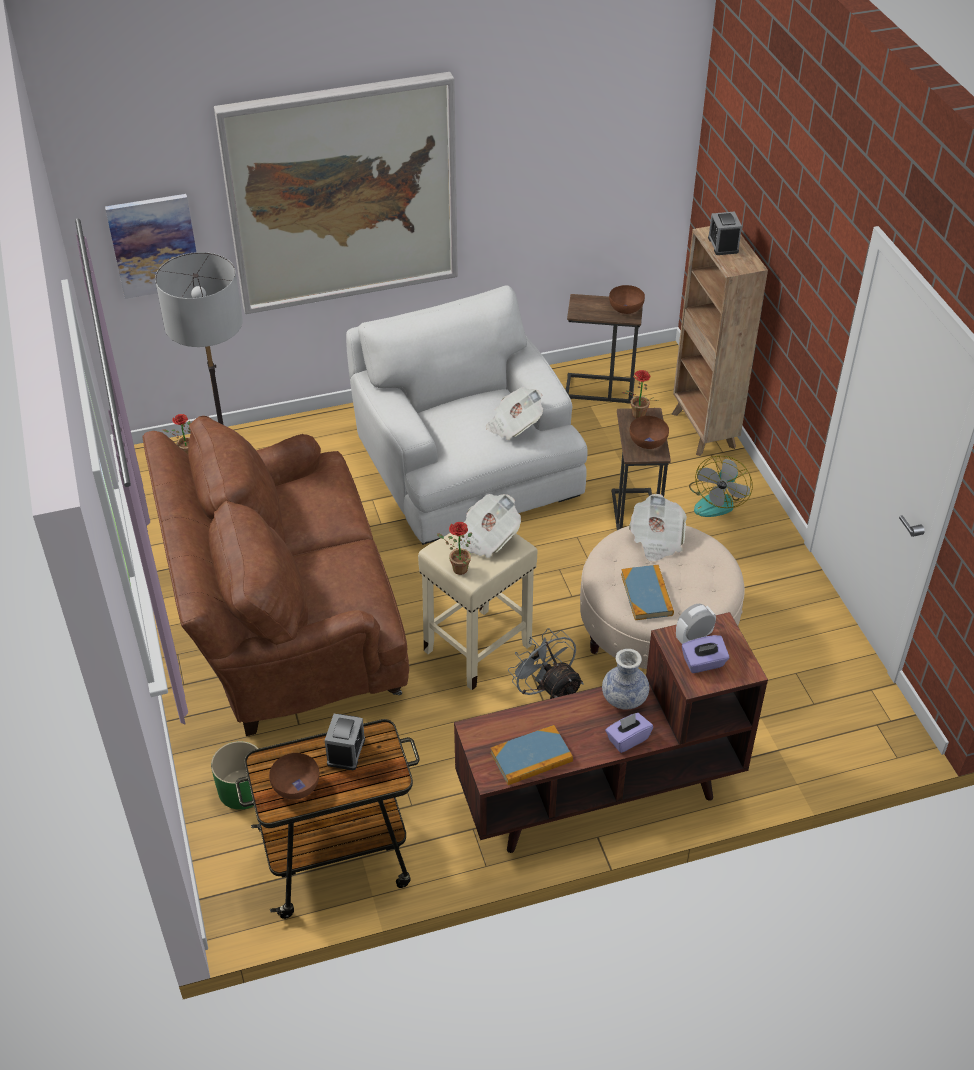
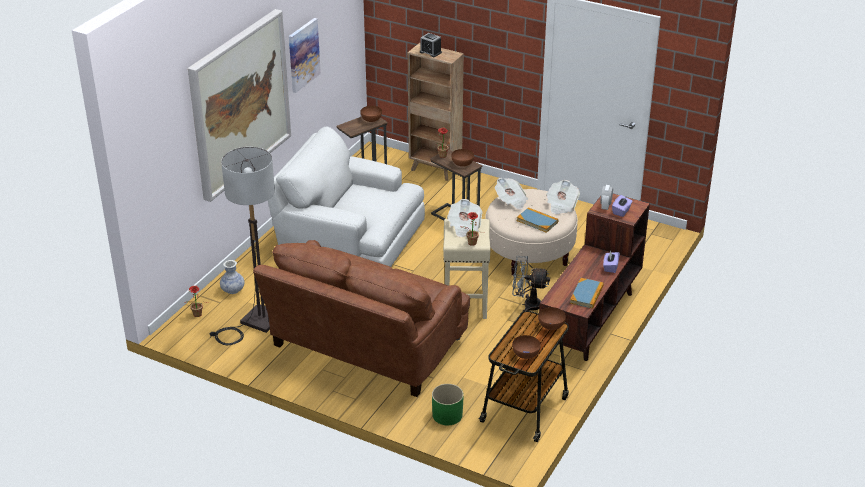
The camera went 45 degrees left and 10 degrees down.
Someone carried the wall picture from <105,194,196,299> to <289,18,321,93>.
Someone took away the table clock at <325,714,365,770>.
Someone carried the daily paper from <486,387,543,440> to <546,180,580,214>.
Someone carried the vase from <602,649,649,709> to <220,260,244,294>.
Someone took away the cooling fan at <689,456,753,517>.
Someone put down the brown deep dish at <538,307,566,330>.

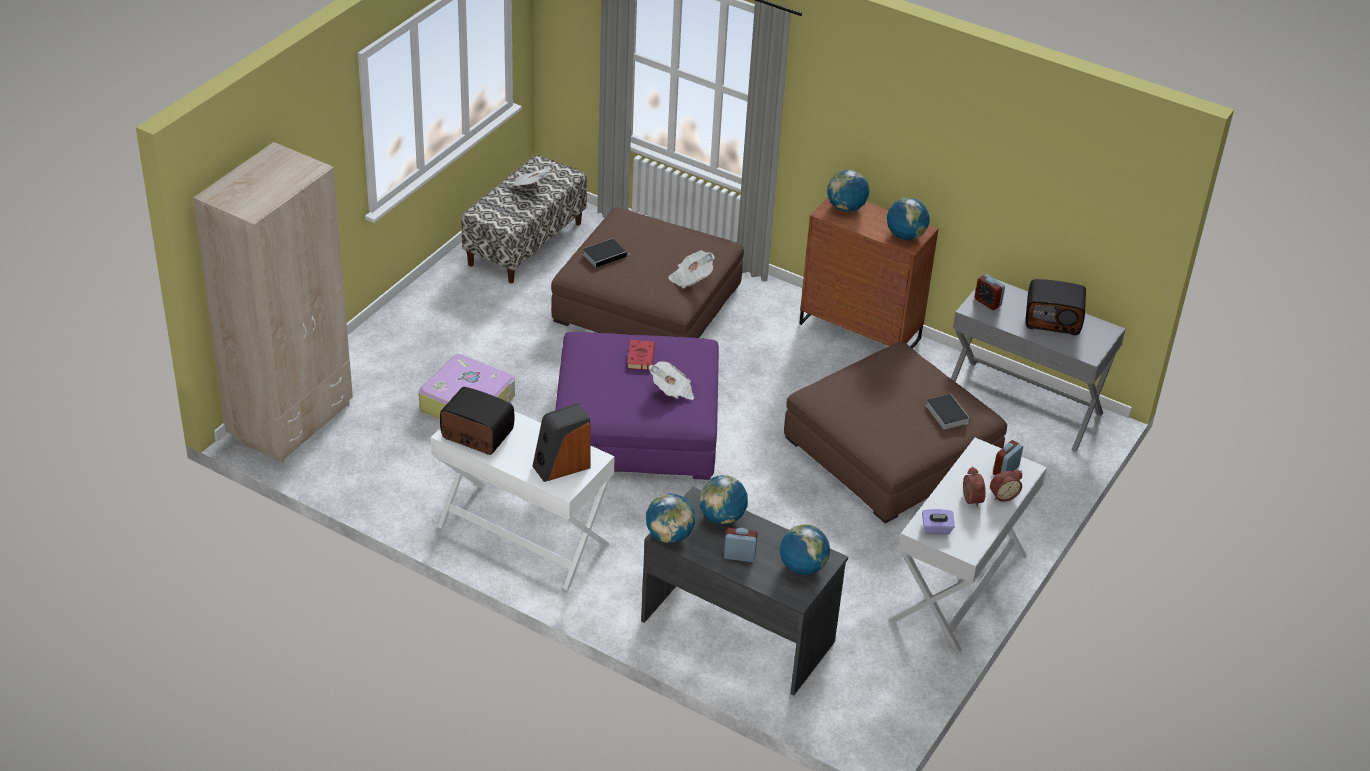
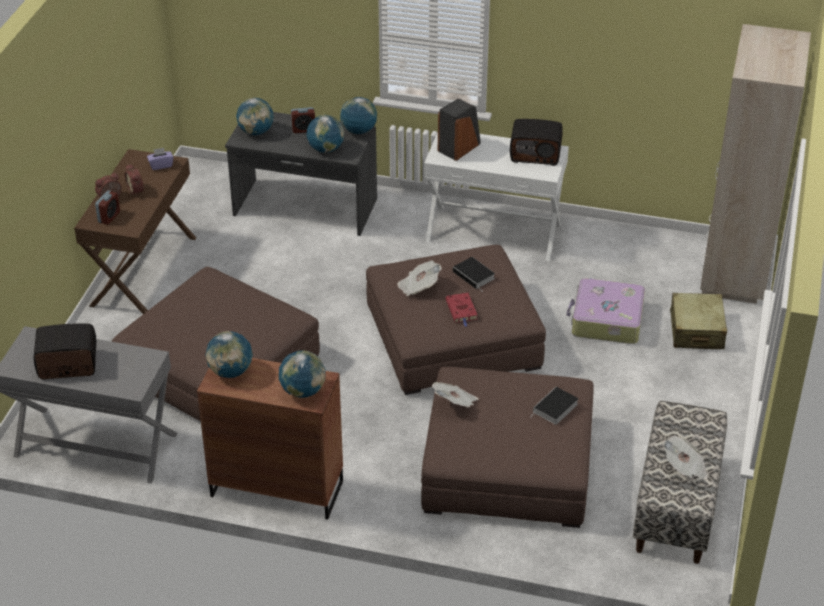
The camera went 165 degrees right and 0 degrees up.
Someone repainted the purple footrest at <555,332,719,480>, which became the brown footrest at <366,245,546,395>.
Someone repainted the white narrow table at <888,438,1047,653>, which became the brown narrow table at <74,149,196,314>.
Someone carried the book from <926,394,970,430> to <453,257,495,291>.
Someone took away the table clock at <975,274,1005,310>.
Someone put down the sand-coloured suitcase at <670,293,727,349>.

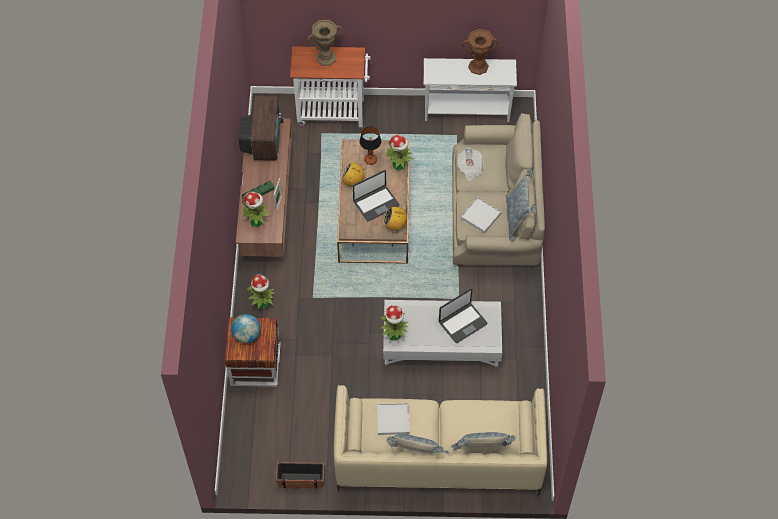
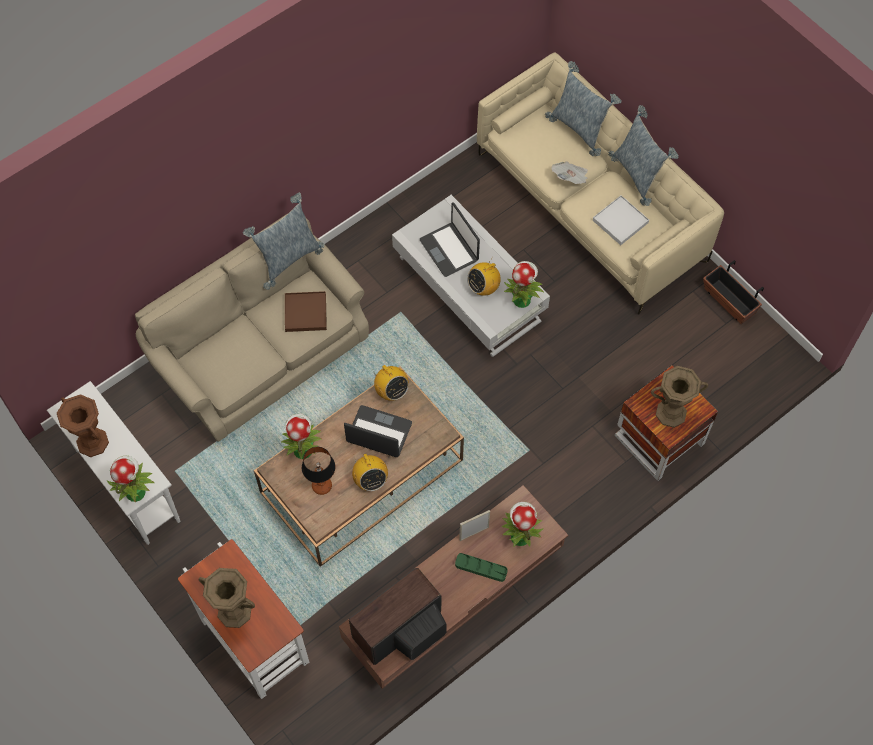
The camera went 130 degrees left and 5 degrees up.
Someone swapped the desk globe at <231,314,260,343> for the brown vase at <651,366,708,428>.
Someone carried the houseplant from <247,274,275,309> to <106,456,155,503>.
Someone rotated the portable computer at <439,289,488,343> by 135 degrees counterclockwise.
Someone carried the daily paper from <457,147,484,181> to <551,161,588,184>.
Someone repainted the white carrying tray at <461,197,501,233>, which became the brown carrying tray at <285,291,327,332>.
Someone put down the radio at <467,257,501,296>.

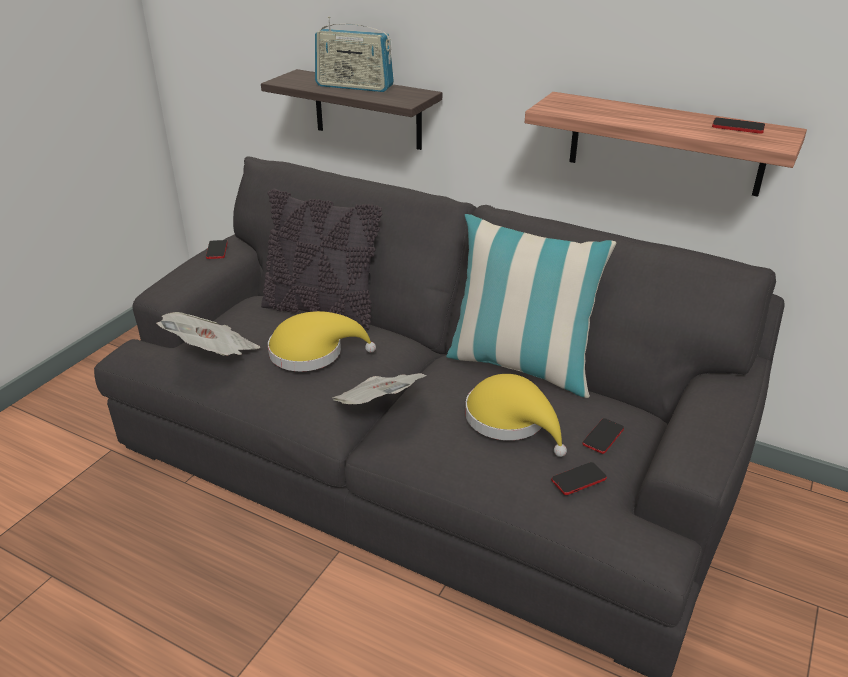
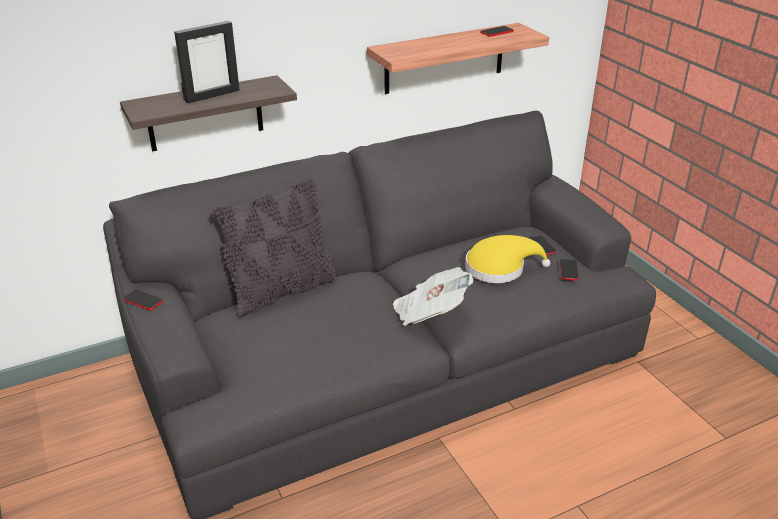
The camera went 55 degrees left and 0 degrees up.
Someone took away the daily paper at <156,312,260,356>.
Someone took away the yellow-coloured clothing hat at <268,311,376,371>.
Someone swapped the radio at <315,16,394,92> for the standing frame at <174,21,240,103>.
Someone took away the throw pillow at <446,214,617,398>.

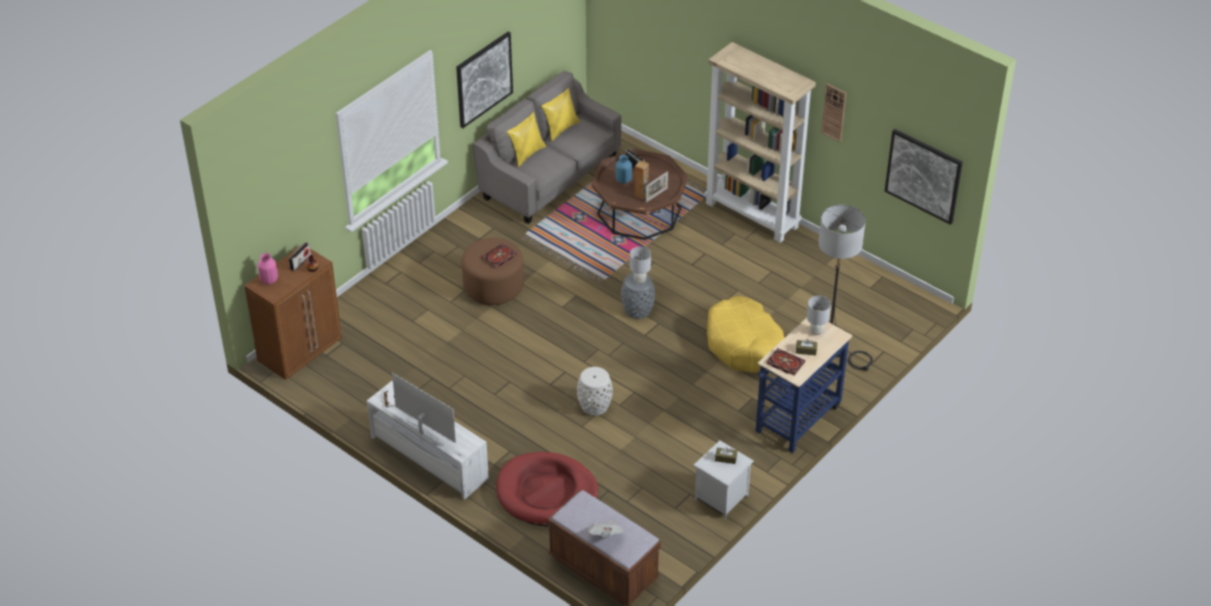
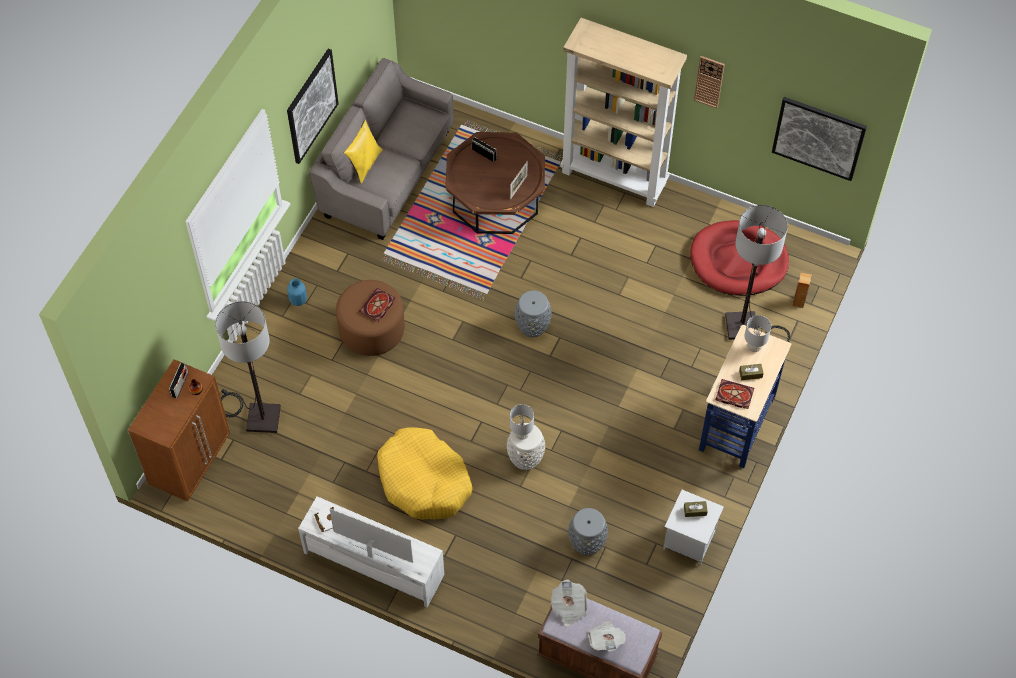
The camera went 15 degrees left and 15 degrees up.
Someone took away the pinkish vase at <258,253,278,284>.
Someone carried the reddish dog cushion from <496,452,598,527> to <690,220,789,296>.
Someone took away the yellow-coloured throw pillow at <541,87,580,141>.
Someone carried the blue-coloured vase from <616,155,632,184> to <287,278,307,306>.
Someone carried the grey table lamp from <630,246,651,284> to <510,404,534,440>.
Someone carried the brown loudspeaker from <634,161,649,199> to <792,273,811,308>.
Someone carried the yellow-coloured dog cushion from <707,296,785,373> to <377,427,473,520>.
Someone put down the standard lamp at <215,301,281,433>.
Someone put down the daily paper at <550,580,587,627>.
Someone put down the grey stool seat at <568,508,608,555>.

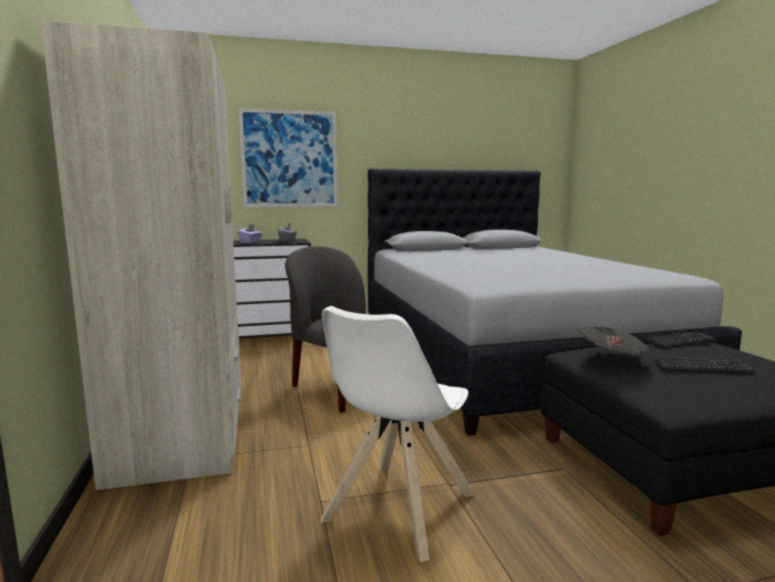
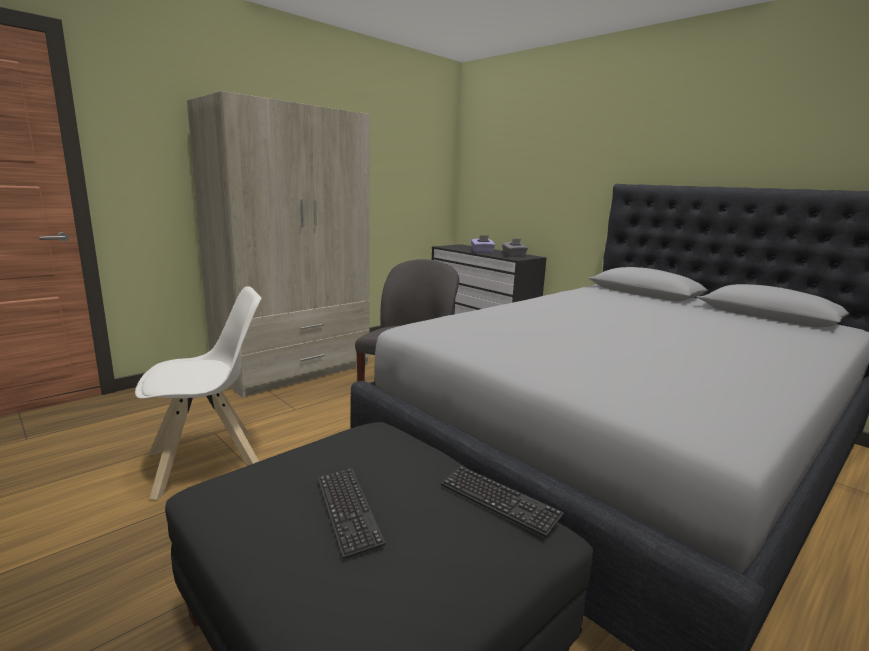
The camera went 60 degrees right and 5 degrees up.
Someone took away the wall picture at <239,108,338,207>.
Someone rotated the white upright chair at <321,306,475,562> by 150 degrees clockwise.
Someone took away the daily paper at <575,327,650,354>.

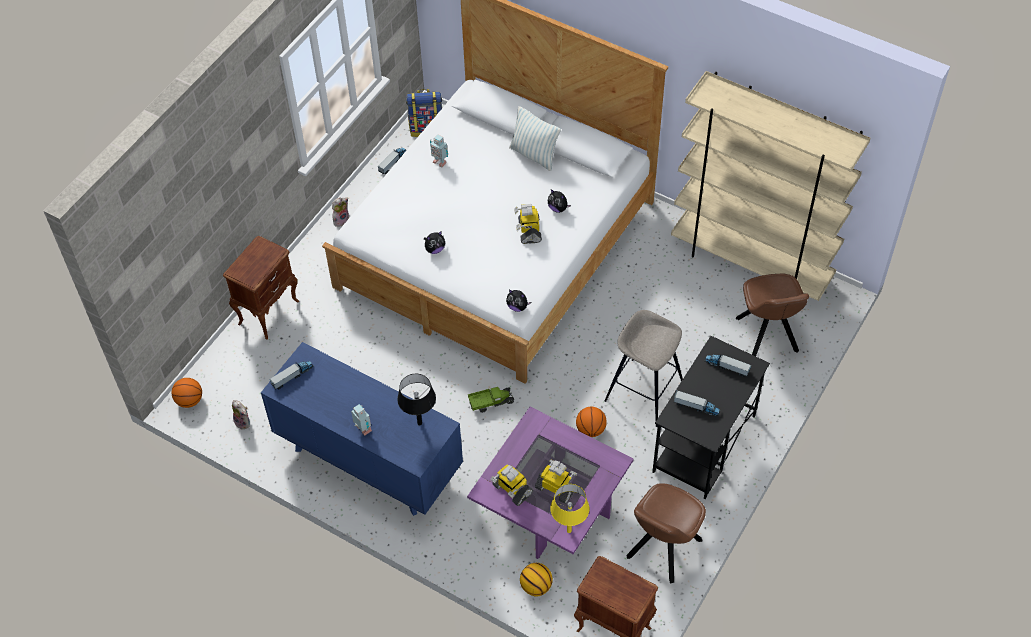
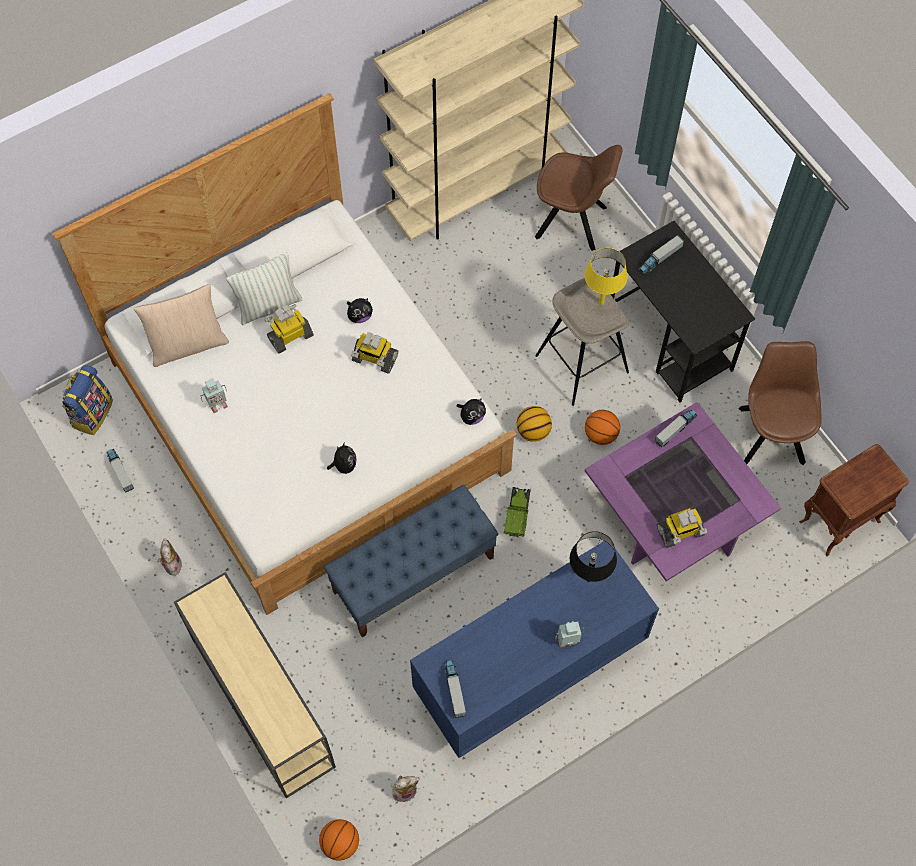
The camera went 65 degrees left and 10 degrees up.
Someone swapped the brown nightstand at <223,236,299,340> for the sand-coloured narrow table at <174,572,336,798>.
Someone carried the ball for basketball from <520,563,553,597> to <517,406,552,442>.
Someone carried the model robot from <535,460,577,504> to <265,304,314,354>.
Someone carried the yellow-coloured table lamp from <550,484,589,533> to <584,248,628,305>.
Someone rotated the brown upright chair at <626,483,706,583> by 150 degrees counterclockwise.
Someone carried the model truck from <674,391,720,416> to <655,410,697,447>.
Someone put down the sand-coloured throw pillow at <133,284,229,367>.
Someone put down the blue-coloured long seat at <324,484,498,637>.

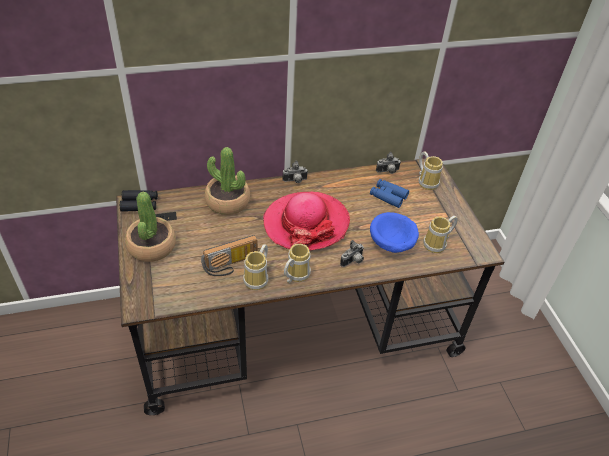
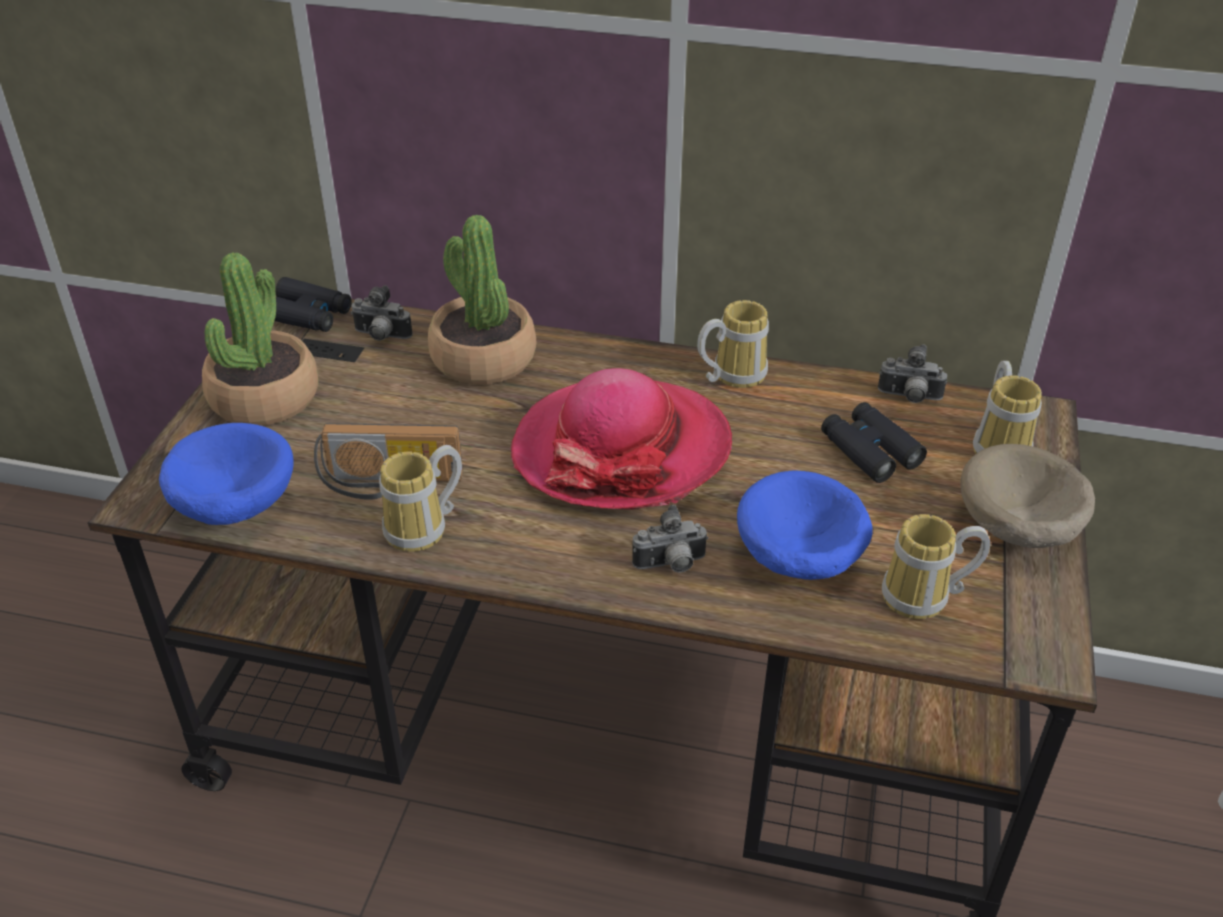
The camera went 30 degrees right and 5 degrees down.
Someone carried the still camera from <283,161,308,183> to <351,285,413,341>.
Someone carried the tea mug from <284,243,311,283> to <697,300,769,388>.
Someone repainted the blue-coloured binoculars at <370,179,409,208>, which became the black binoculars at <821,402,927,483>.
Someone put down the blue-coloured deep dish at <159,423,294,525>.
Someone put down the sand-coloured deep dish at <960,444,1095,548>.

